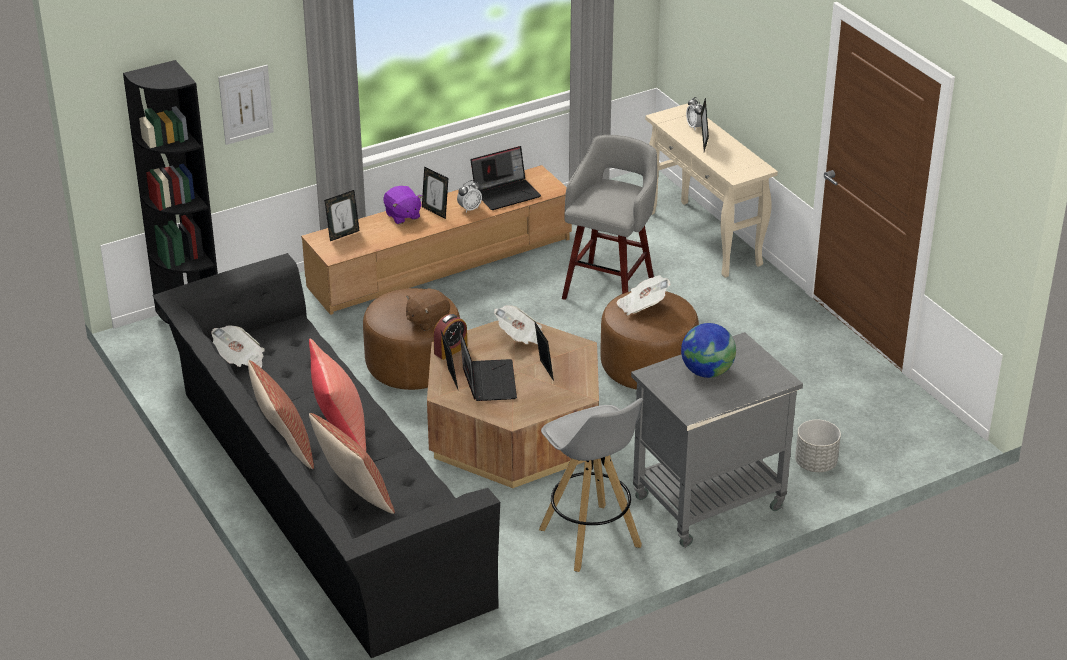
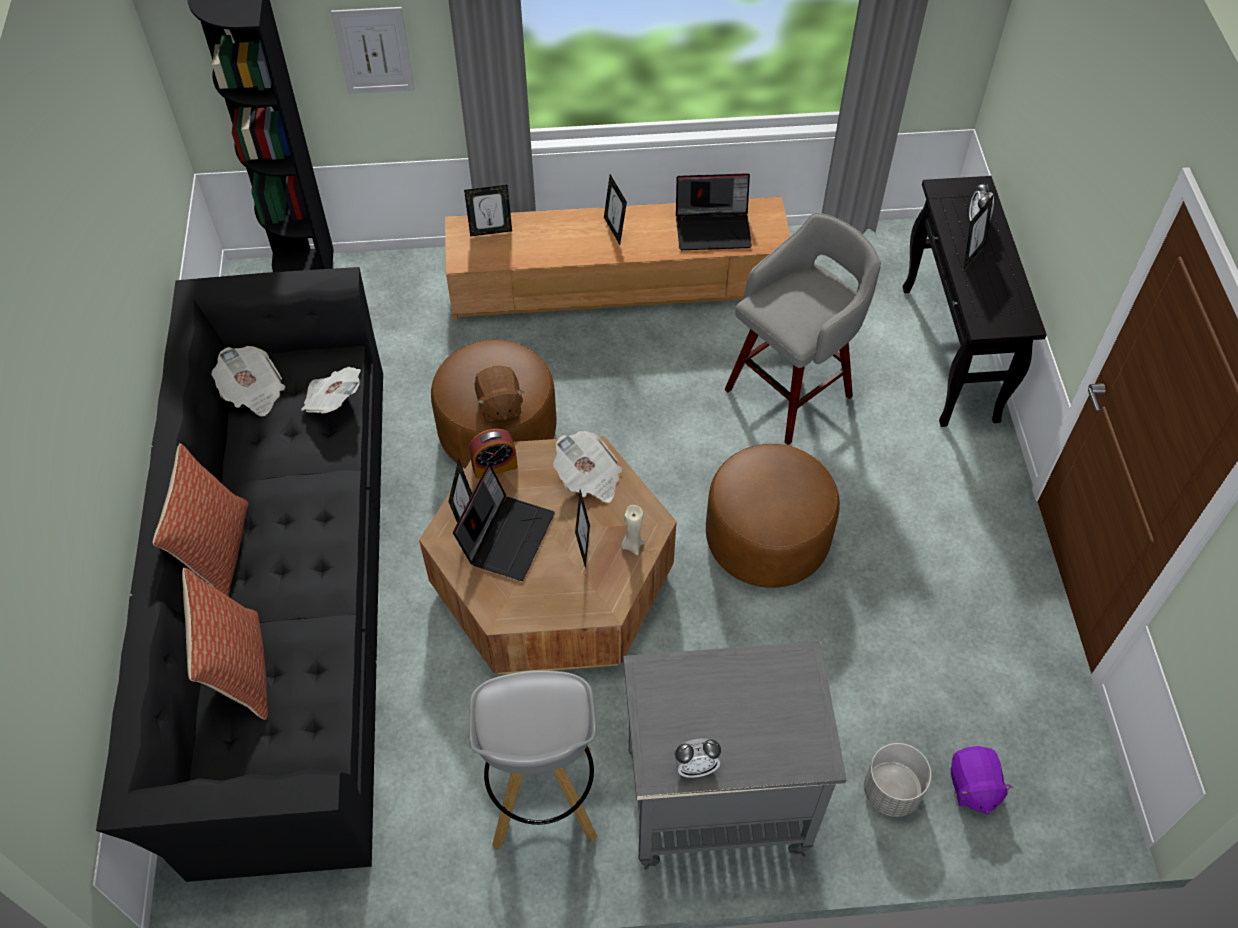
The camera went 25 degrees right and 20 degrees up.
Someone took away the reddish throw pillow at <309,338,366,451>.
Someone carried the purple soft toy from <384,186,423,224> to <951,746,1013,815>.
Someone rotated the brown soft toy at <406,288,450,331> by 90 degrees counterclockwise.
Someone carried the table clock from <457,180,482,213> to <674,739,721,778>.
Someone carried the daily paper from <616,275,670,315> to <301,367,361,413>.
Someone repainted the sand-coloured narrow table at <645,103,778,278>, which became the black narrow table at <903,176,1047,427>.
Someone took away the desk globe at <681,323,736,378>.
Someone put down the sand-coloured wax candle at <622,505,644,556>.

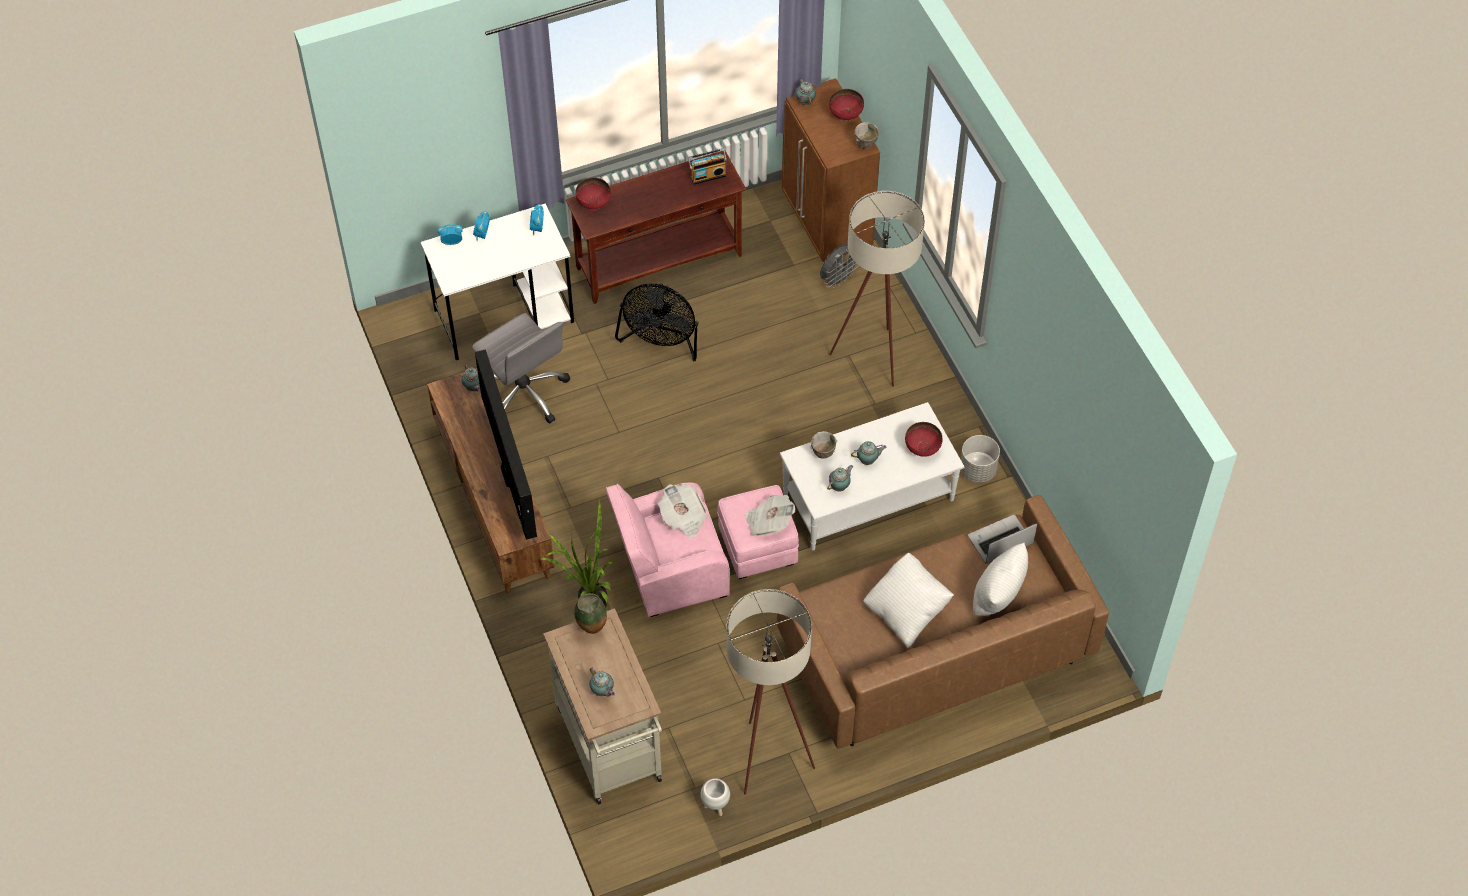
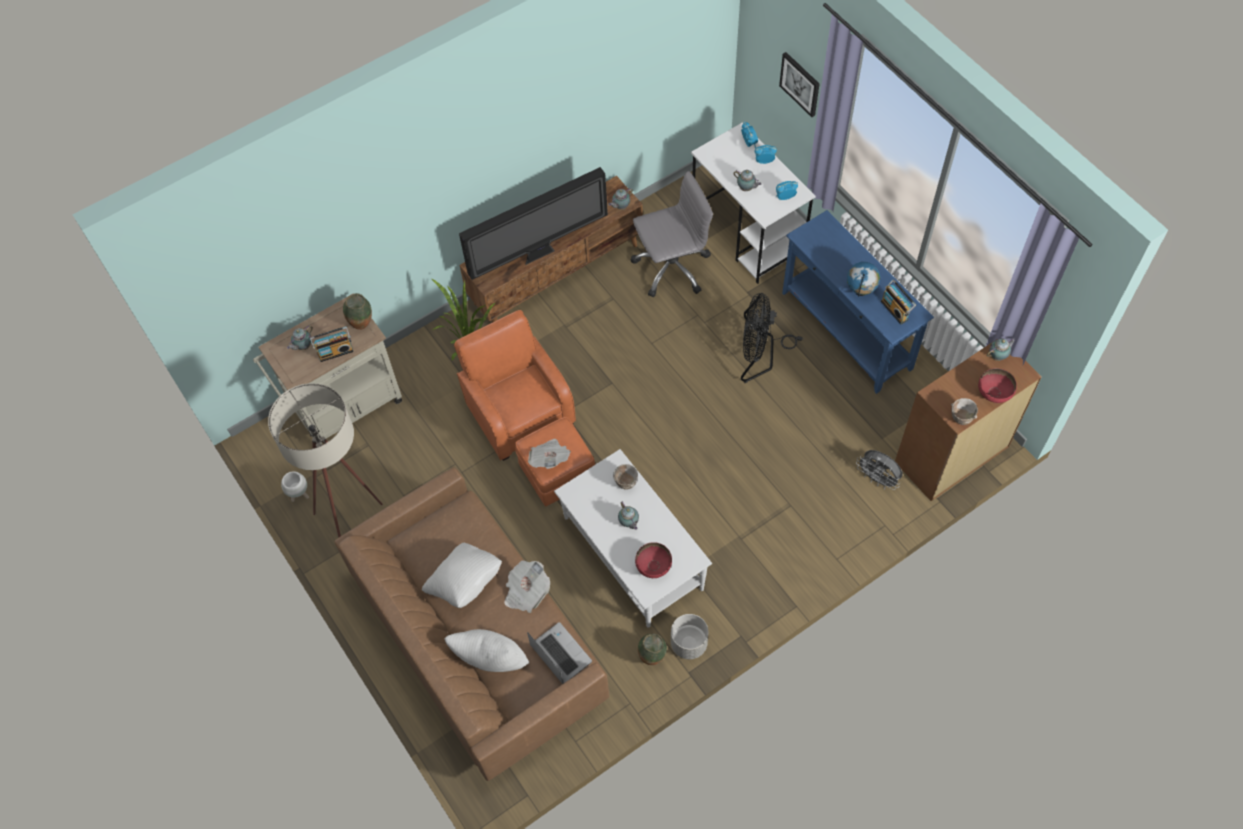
The camera went 80 degrees right and 5 degrees up.
Someone rotated the grey office chair at <472,313,570,424> by 150 degrees counterclockwise.
Someone repainted the brown narrow table at <566,151,746,304>, which became the blue-coloured narrow table at <782,210,934,394>.
Someone took away the reddish deep dish at <575,178,611,211>.
Someone repainted the pinkish armchair at <606,483,799,617>, which became the orangey armchair at <454,310,595,507>.
Someone carried the daily paper from <658,484,708,538> to <504,561,550,613>.
Someone carried the tea pot from <827,465,854,492> to <733,170,762,191>.
Someone took away the sand-coloured standard lamp at <829,191,925,387>.
Someone put down the radio at <310,326,354,362>.
Someone put down the vase at <638,634,667,665>.
Someone put up the wall picture at <779,52,820,117>.
Someone put down the desk globe at <847,262,880,297>.

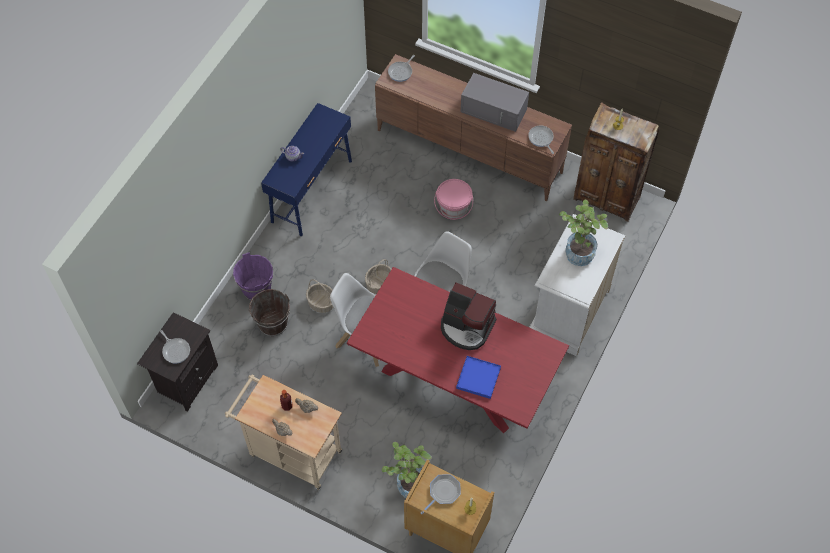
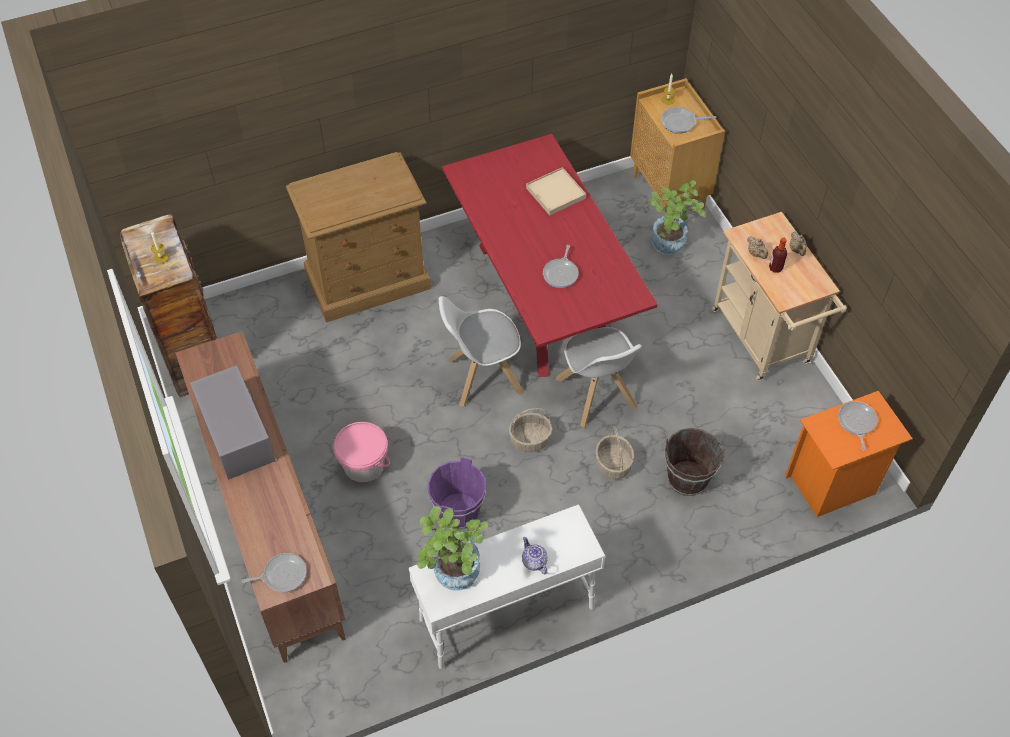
The camera went 140 degrees left and 5 degrees down.
Someone repainted the black nightstand at <137,312,218,412>, which became the orangey nightstand at <785,391,913,517>.
Someone carried the purple water bucket from <233,252,273,300> to <428,457,486,529>.
Someone repainted the blue-coloured narrow table at <261,103,352,236>, which became the white narrow table at <409,505,605,669>.
Someone took away the coffee brewer at <441,283,496,350>.
Someone repainted the blue-coloured carrying tray at <456,356,501,399>, which became the sand-coloured carrying tray at <526,167,586,216>.
Someone carried the pan from <528,126,554,154> to <543,245,579,288>.
Someone repainted the white dresser at <529,214,625,356>, which became the brown dresser at <286,152,431,322>.
Someone carried the houseplant from <559,200,608,266> to <417,506,488,591>.

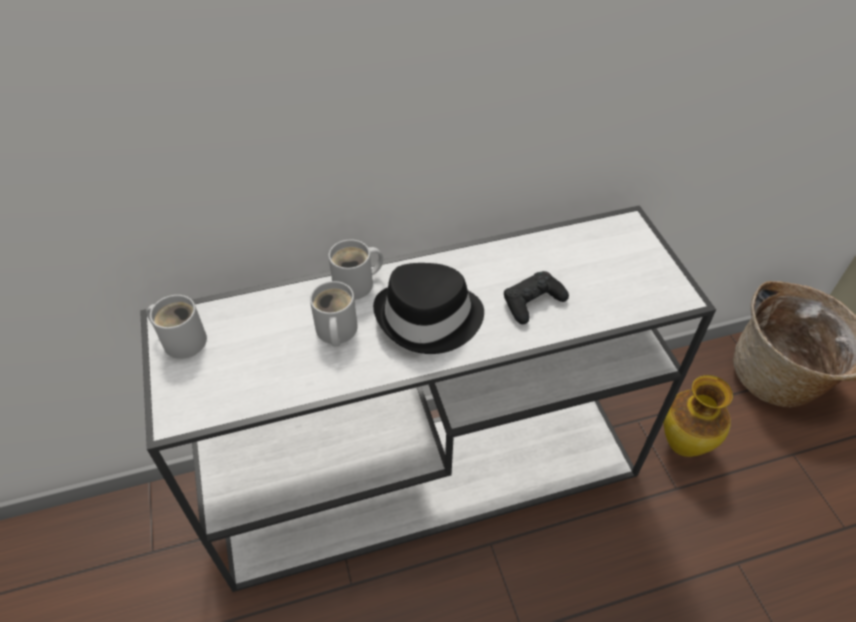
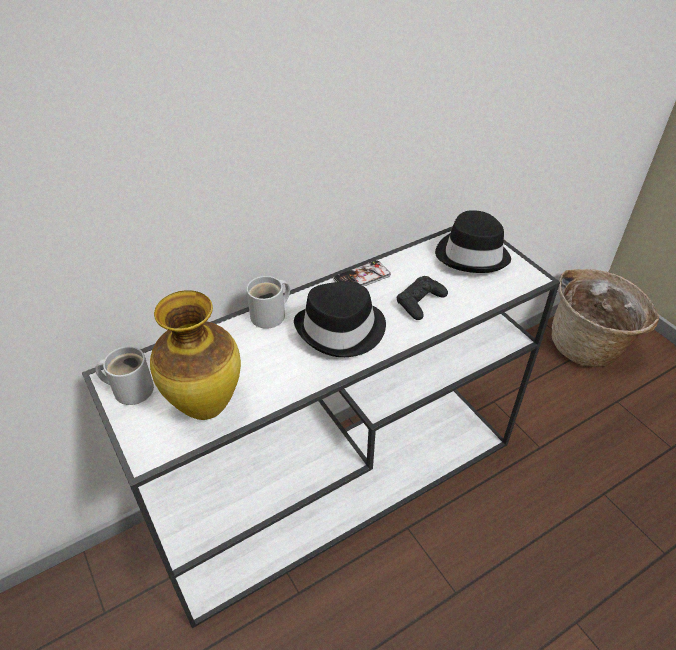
The camera went 15 degrees left and 5 degrees down.
Someone took away the white tea mug at <310,281,358,347>.
Someone carried the vase from <663,375,733,457> to <150,290,241,420>.
Someone put down the telephone at <333,260,391,286>.
Someone put down the black clothing hat at <435,210,511,273>.

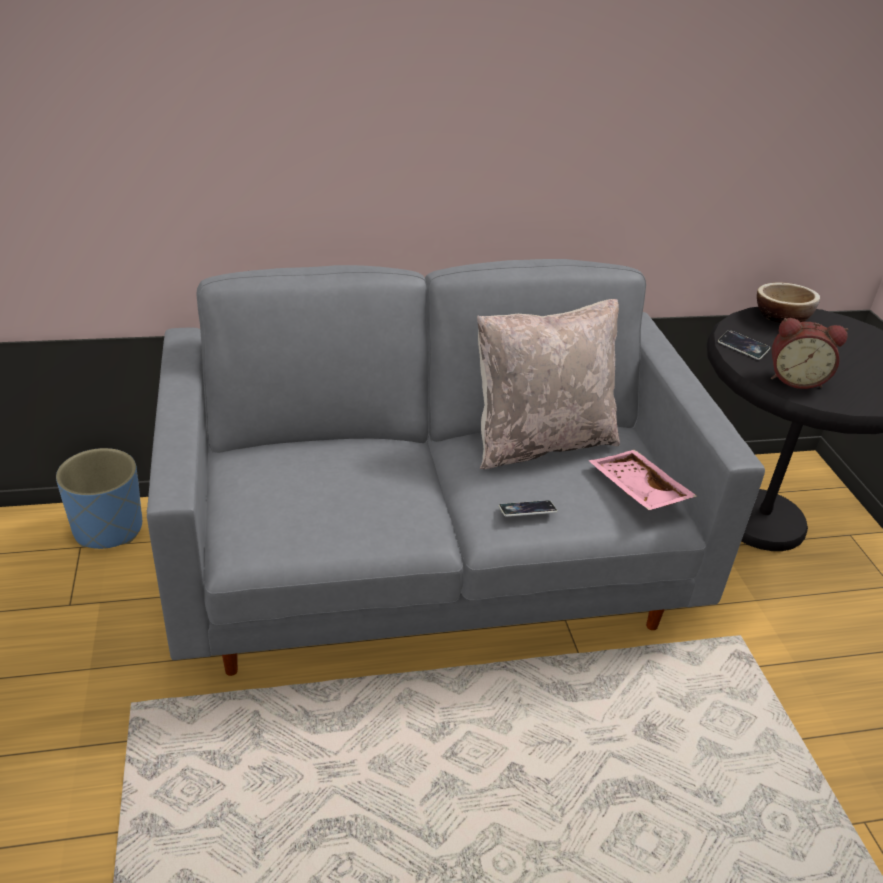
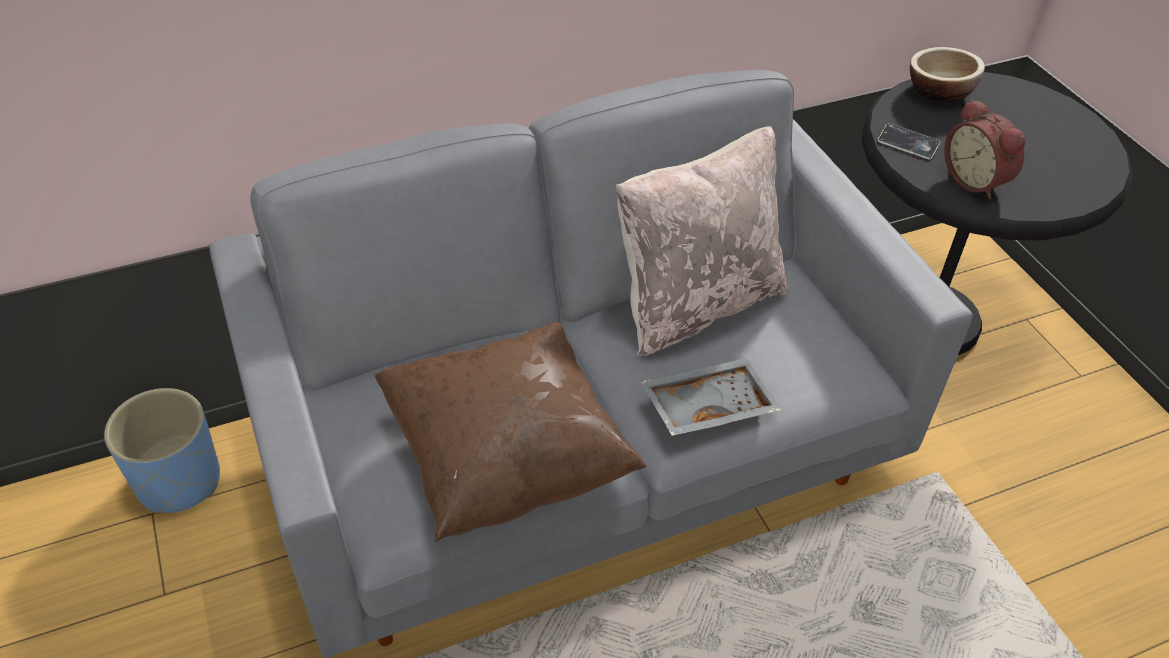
The camera went 10 degrees left and 10 degrees up.
Someone swapped the telephone at <498,500,557,517> for the grey carrying tray at <640,358,781,436>.
Someone took away the pinkish carrying tray at <589,450,697,510>.
Someone rotated the table clock at <771,318,848,389> by 60 degrees clockwise.
Someone put down the brown throw pillow at <375,322,647,542>.

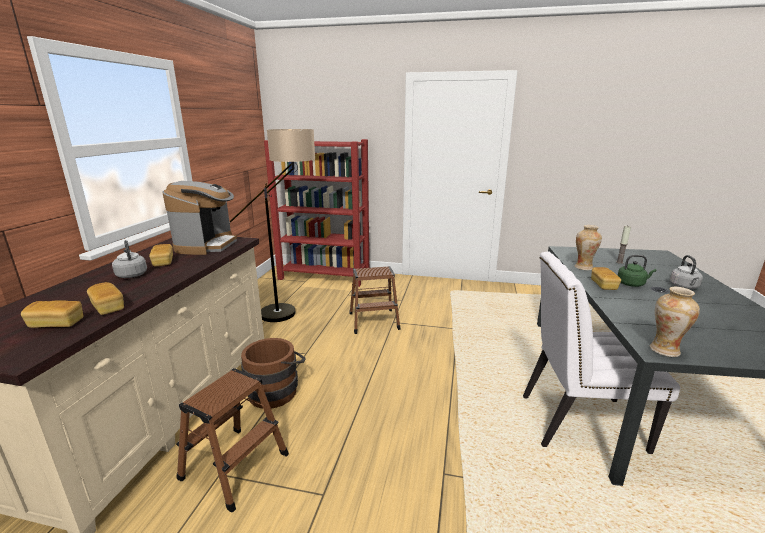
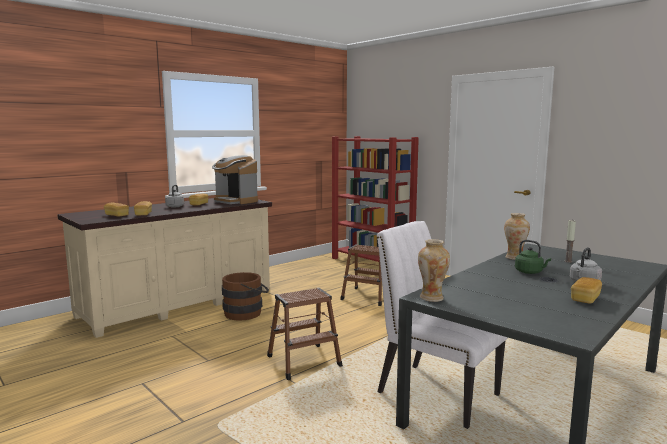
The camera went 35 degrees right and 10 degrees down.
Someone rotated the coffee brewer at <162,181,237,255> by 90 degrees clockwise.
Someone carried the brown step ladder from <176,368,289,512> to <267,288,343,380>.
Someone took away the standard lamp at <229,129,315,322>.
Someone carried the bakery bread from <591,267,621,290> to <571,277,602,304>.

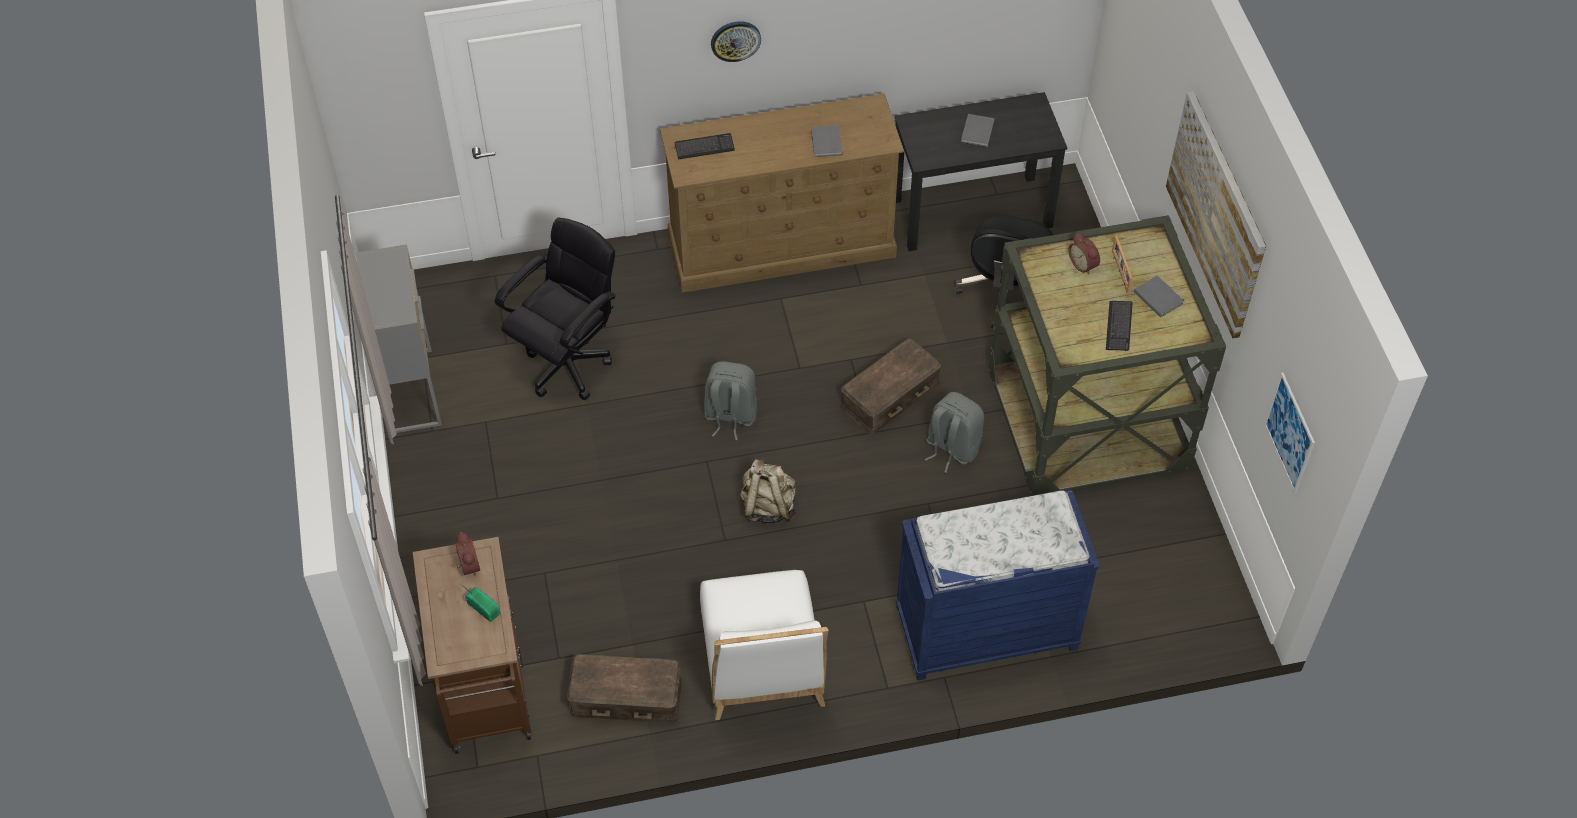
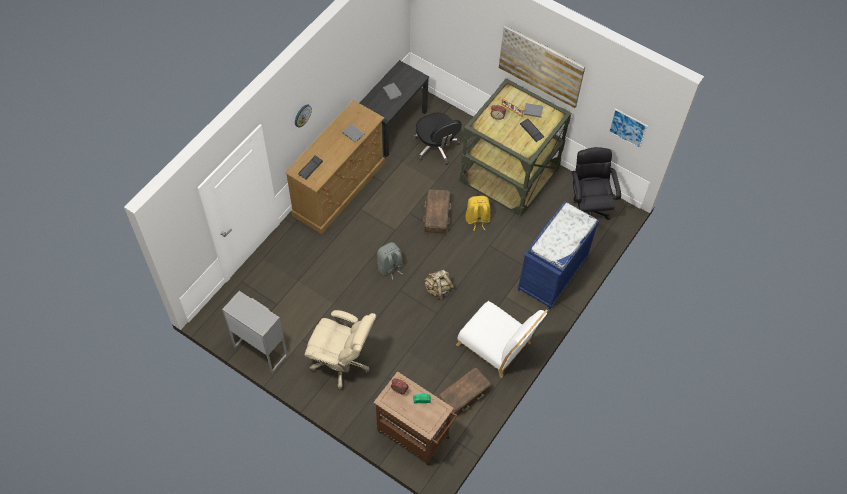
The camera went 45 degrees left and 5 degrees up.
Someone carried the black office chair from <495,218,615,400> to <572,147,621,220>.
Someone repainted the grey rucksack at <925,392,984,473>, which became the yellow-coloured rucksack at <465,196,490,231>.
Someone put down the sand-coloured office chair at <305,310,376,389>.

